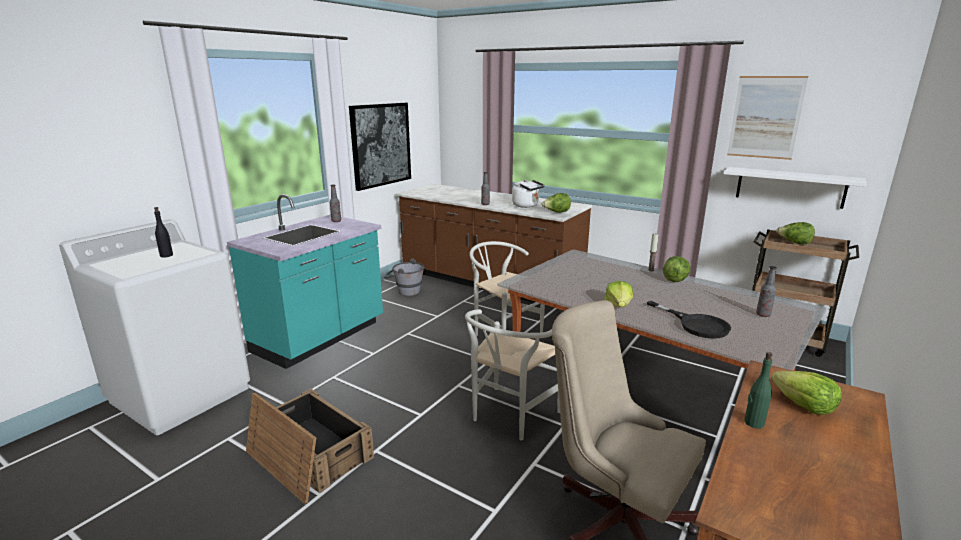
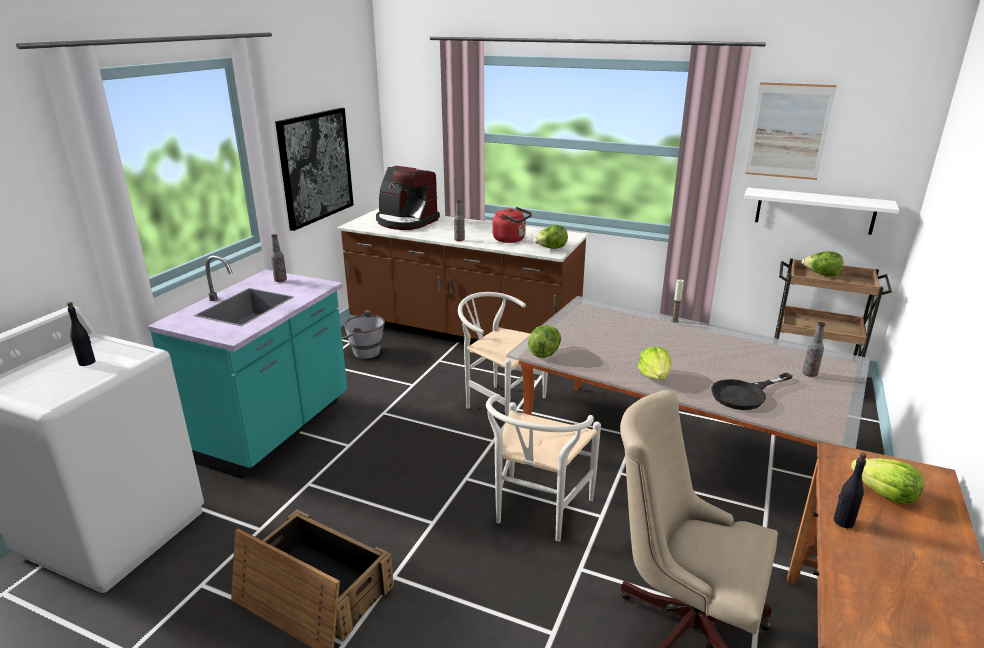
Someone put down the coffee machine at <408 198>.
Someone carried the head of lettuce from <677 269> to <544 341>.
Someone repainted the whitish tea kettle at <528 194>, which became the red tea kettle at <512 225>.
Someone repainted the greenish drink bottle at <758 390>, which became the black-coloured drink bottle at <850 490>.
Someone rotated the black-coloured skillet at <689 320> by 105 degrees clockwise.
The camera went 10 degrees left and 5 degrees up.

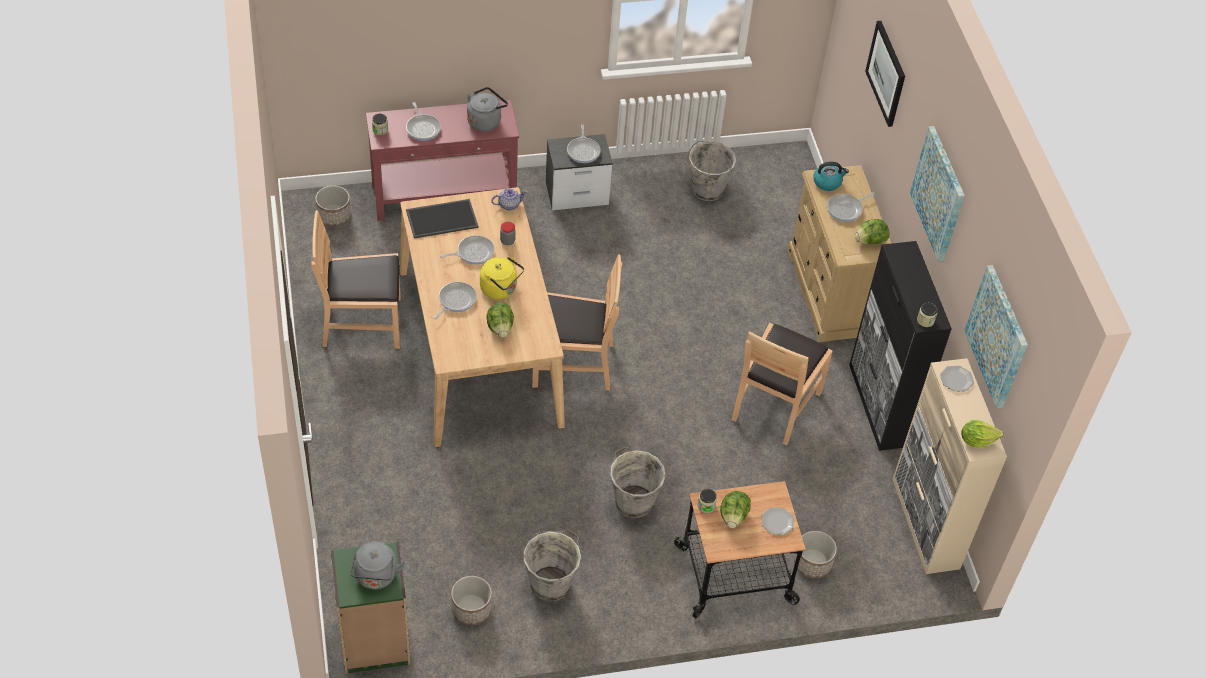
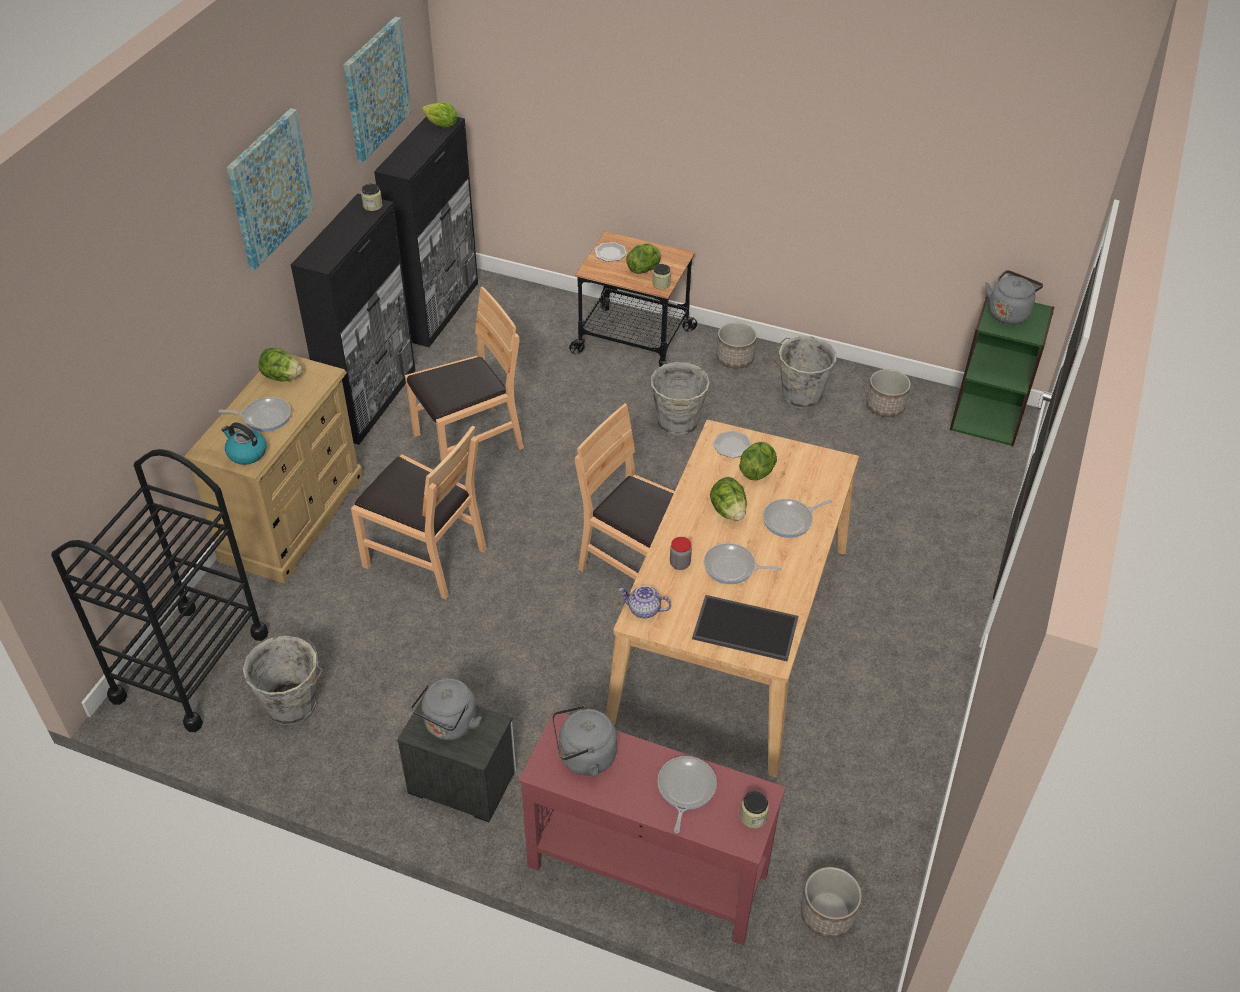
Someone took away the wall picture at <885 74>.
Someone put down the black-coloured cart at <159 590>.
Someone carried the brown plain chair from <356 279> to <419 512>.
Someone carried the flower pot from <815 555> to <736 345>.
Someone carried the flat dish from <957 379> to <732 444>.
Someone swapped the yellowish tea kettle at <502 278> for the head of lettuce at <728 499>.
Someone swapped the skillet at <584 143> for the greyish tea kettle at <446 709>.
Someone repainted the beige cupboard at <950 466>, which became the black-coloured cupboard at <426 232>.
The camera went 145 degrees left and 5 degrees down.

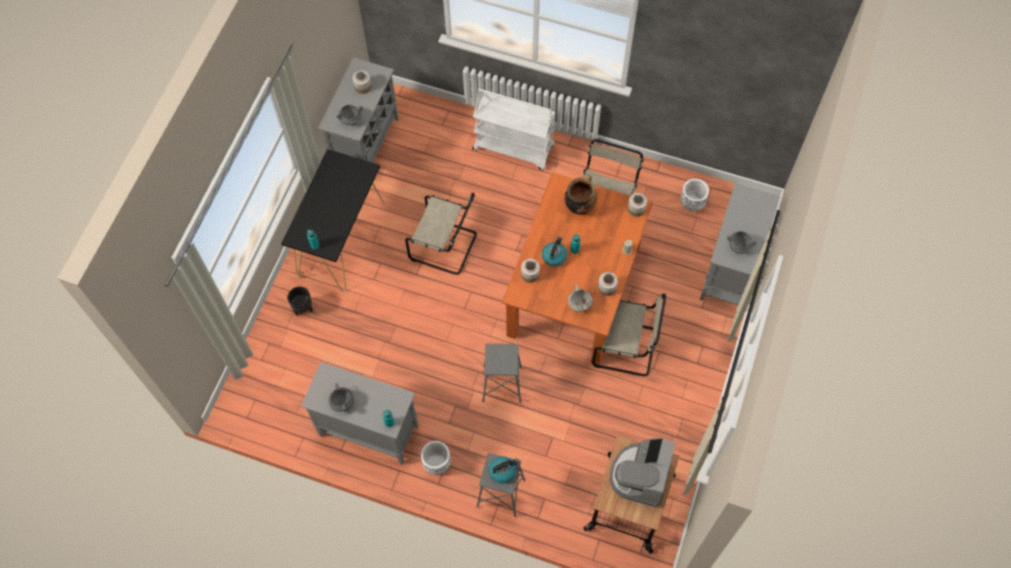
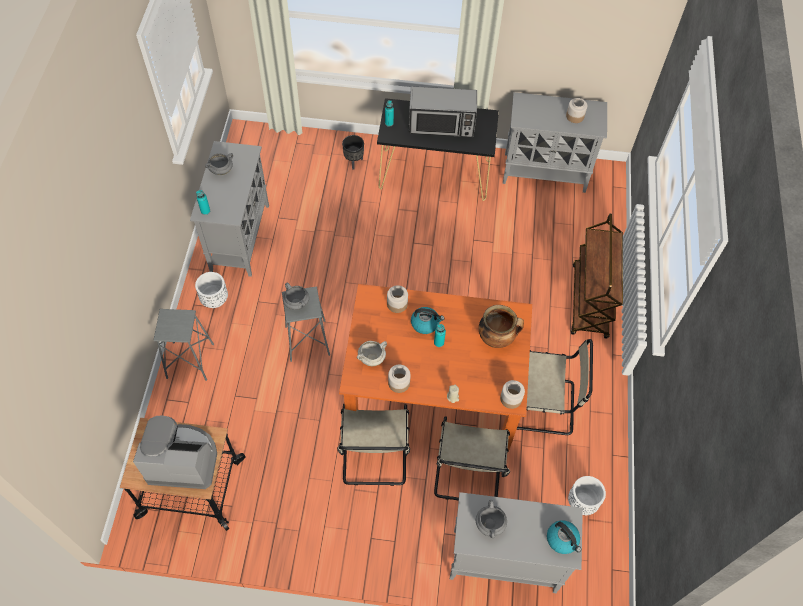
Someone put down the kitchen microwave at <443 111>.
Someone carried the greyish saucepot from <350 115> to <296 296>.
Someone carried the beige plain chair from <441 234> to <472 458>.
Someone carried the tea kettle from <504 470> to <564 537>.
Someone repainted the whitish cart at <514 129>, which became the brown cart at <597 276>.
The camera went 75 degrees right and 5 degrees down.

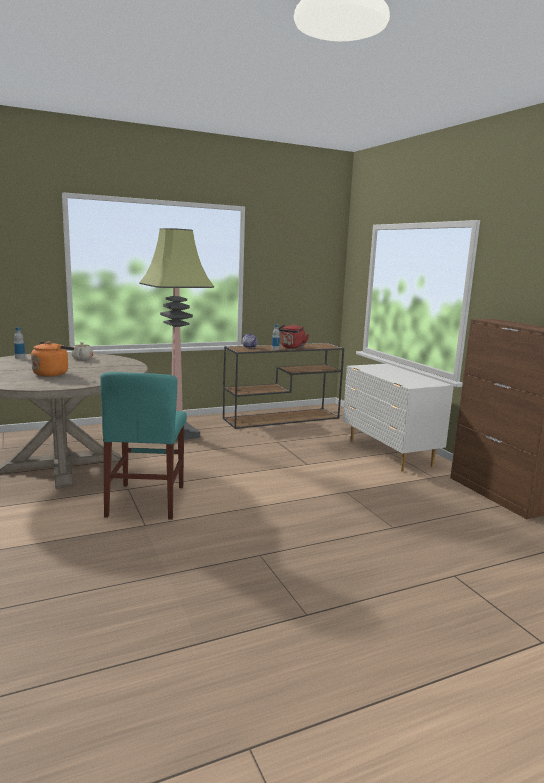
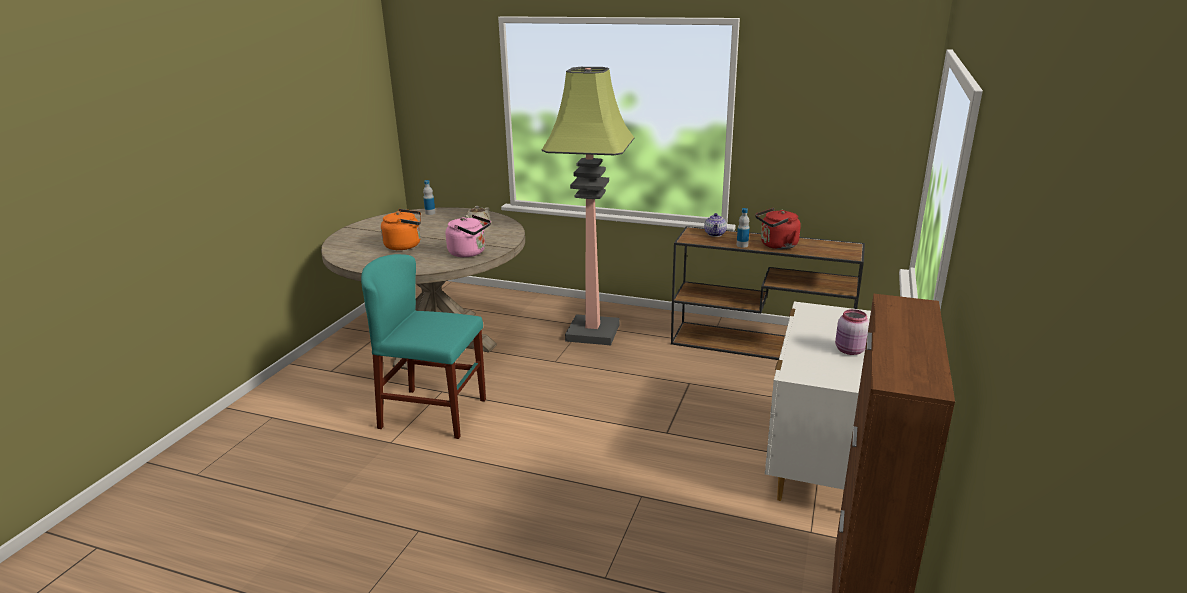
Someone put down the pink tea kettle at <468 236>.
Someone put down the pink jar at <852 332>.
Someone rotated the turquoise-coloured plain chair at <143 446> by 60 degrees clockwise.
The camera went 45 degrees right and 10 degrees up.

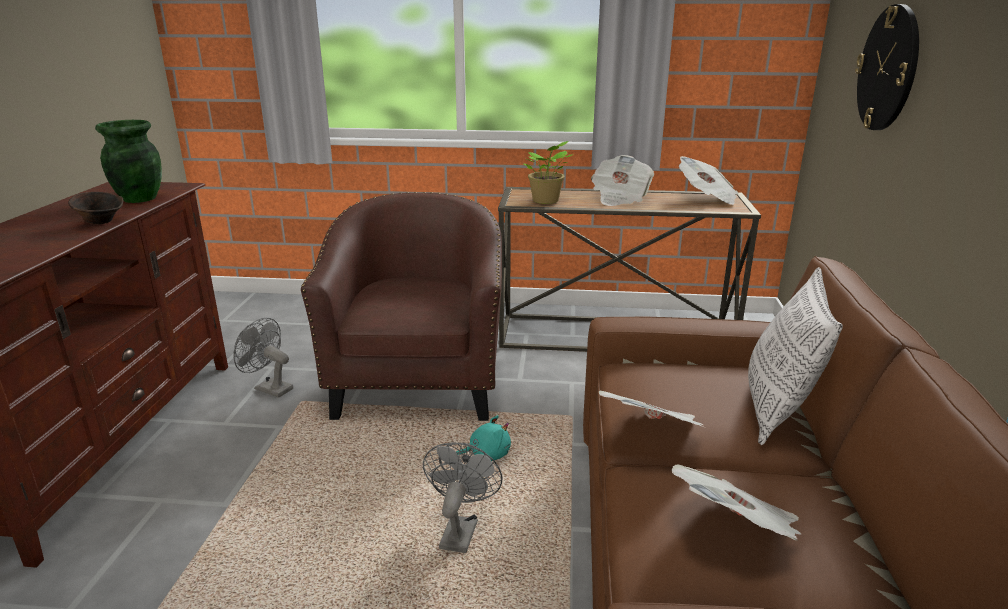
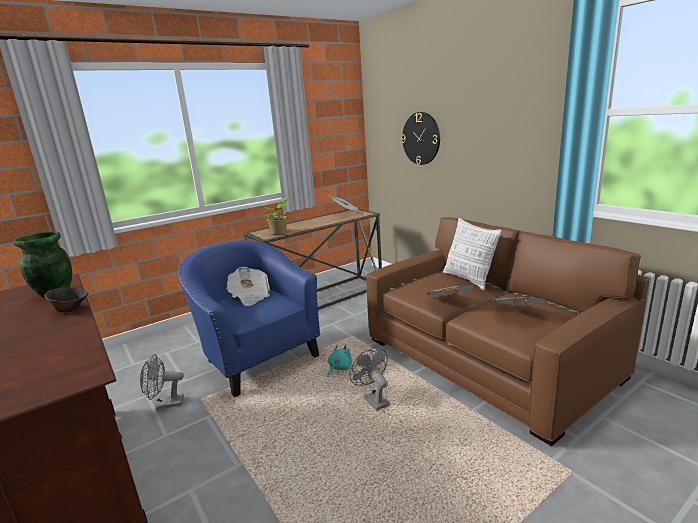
Someone carried the newspaper from <622 180> to <248 286>.
Someone repainted the brown lounge chair at <401 306>, which became the bluish lounge chair at <249 318>.
The camera went 40 degrees left and 5 degrees down.

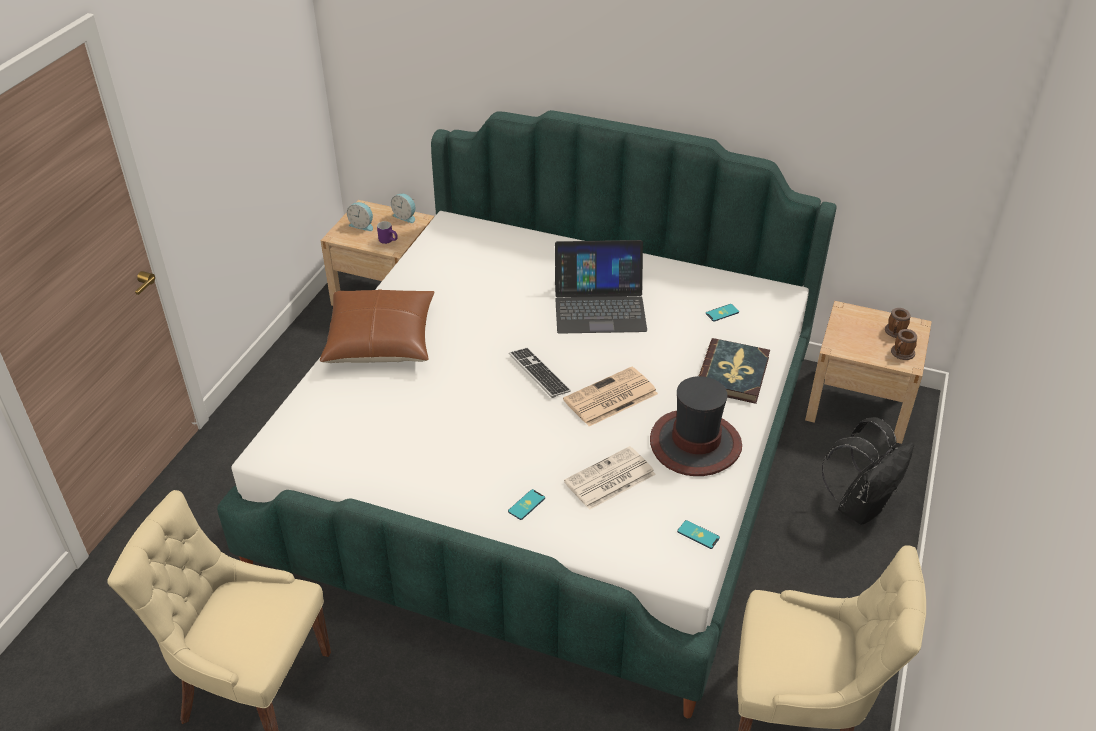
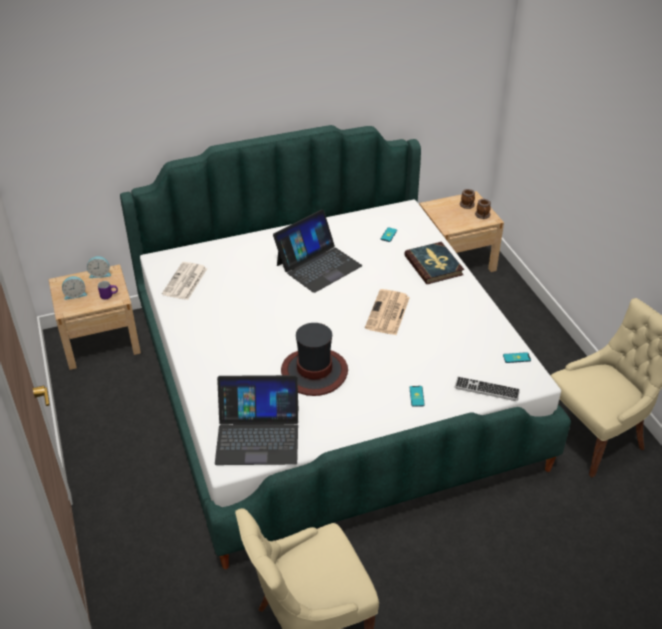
Someone took away the brown throw pillow at <377 326>.
Someone took away the black-coloured rucksack at <867 470>.
Someone put down the portable computer at <257 420>.
Someone carried the PC keyboard from <540 372> to <487 388>.
Someone carried the newspaper from <610 478> to <184 281>.
Someone carried the clothing hat from <696 426> to <314 359>.
The camera went 40 degrees left and 0 degrees up.

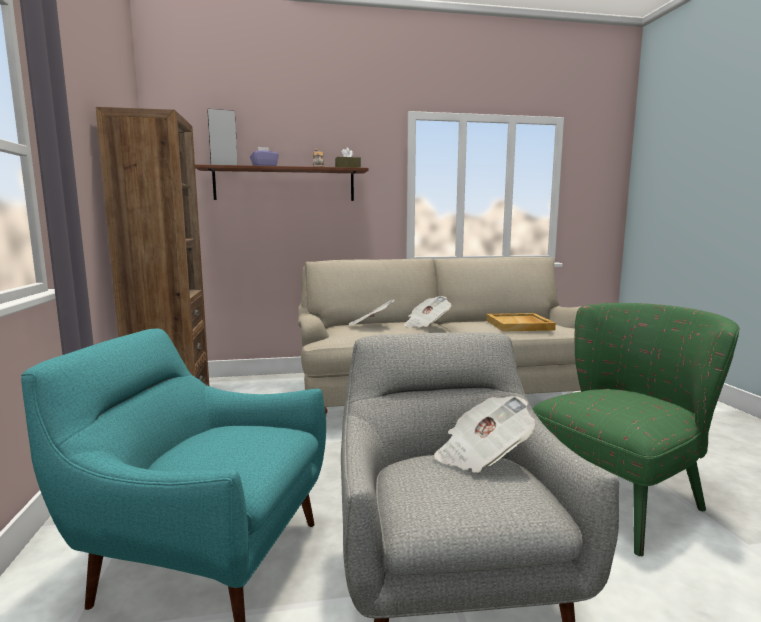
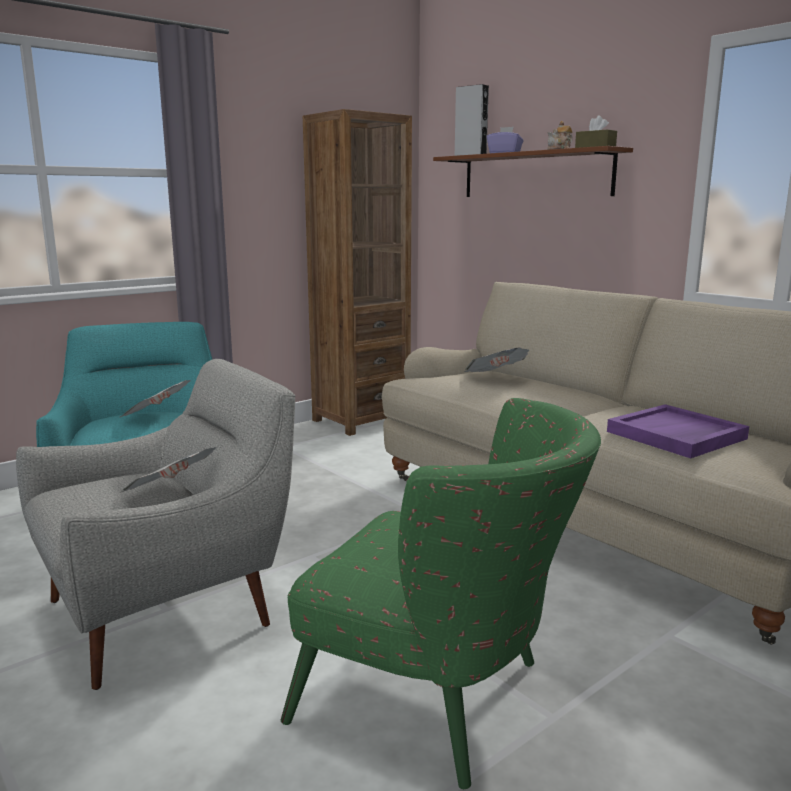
Someone carried the newspaper from <427 311> to <155 398>.
Someone repainted the beige tray at <521 322>, which became the purple tray at <678 431>.
The camera went 60 degrees right and 5 degrees up.

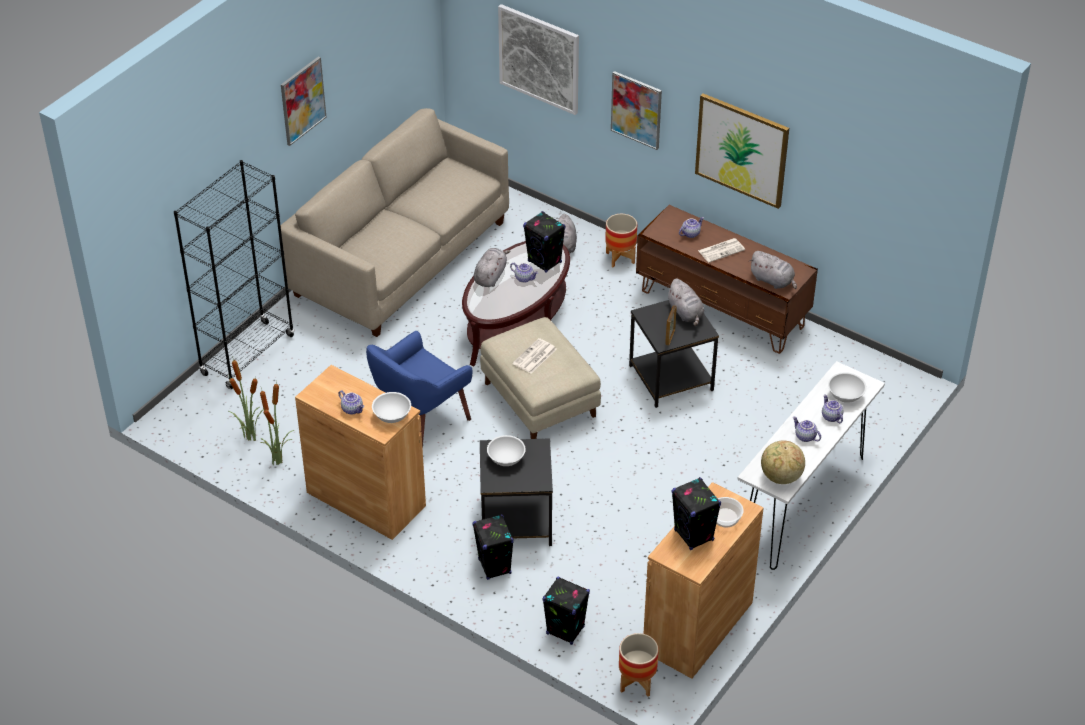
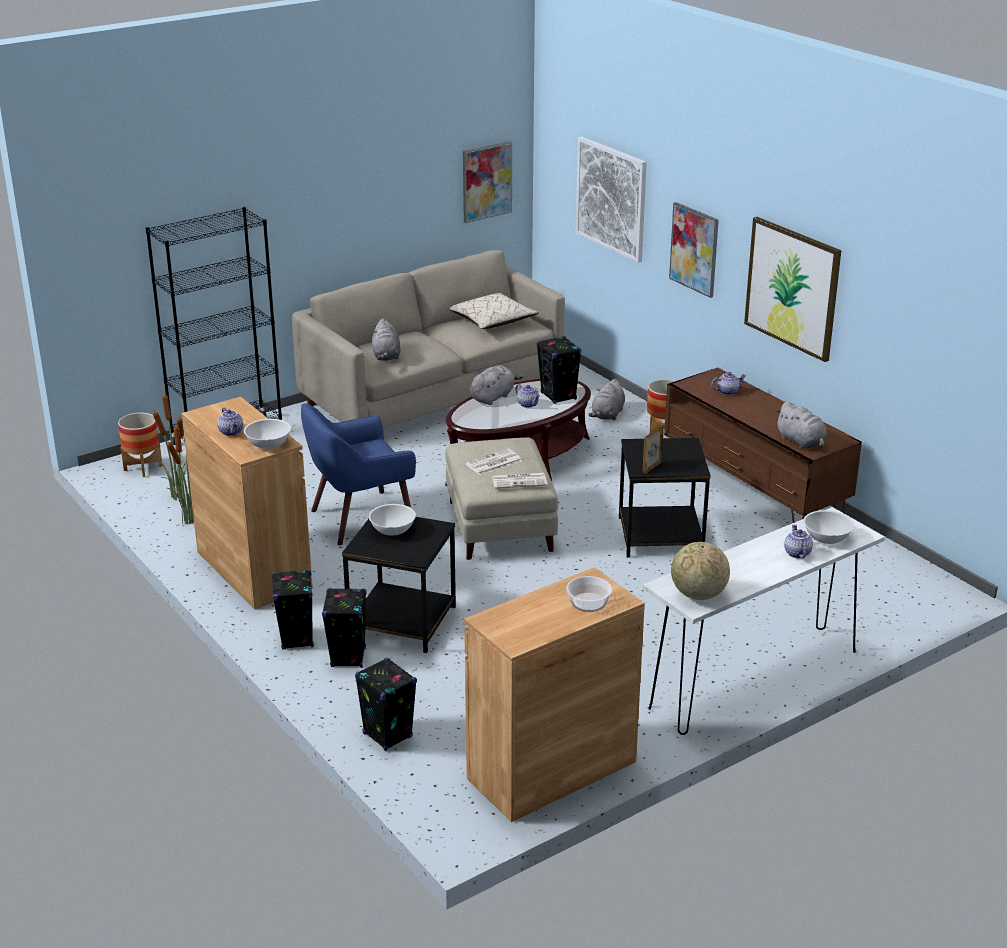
Someone took away the pot for tea at <807 429>.
Someone put down the beige throw pillow at <494 311>.
Someone carried the wall picture from <303 101> to <487 182>.
Someone carried the flower pot from <639 665> to <140 445>.
Someone carried the greyish soft toy from <685 302> to <386 339>.
Someone carried the black-coloured speaker from <696 513> to <292 609>.
Someone carried the newspaper from <721 250> to <519 481>.
The camera went 20 degrees right and 15 degrees down.

